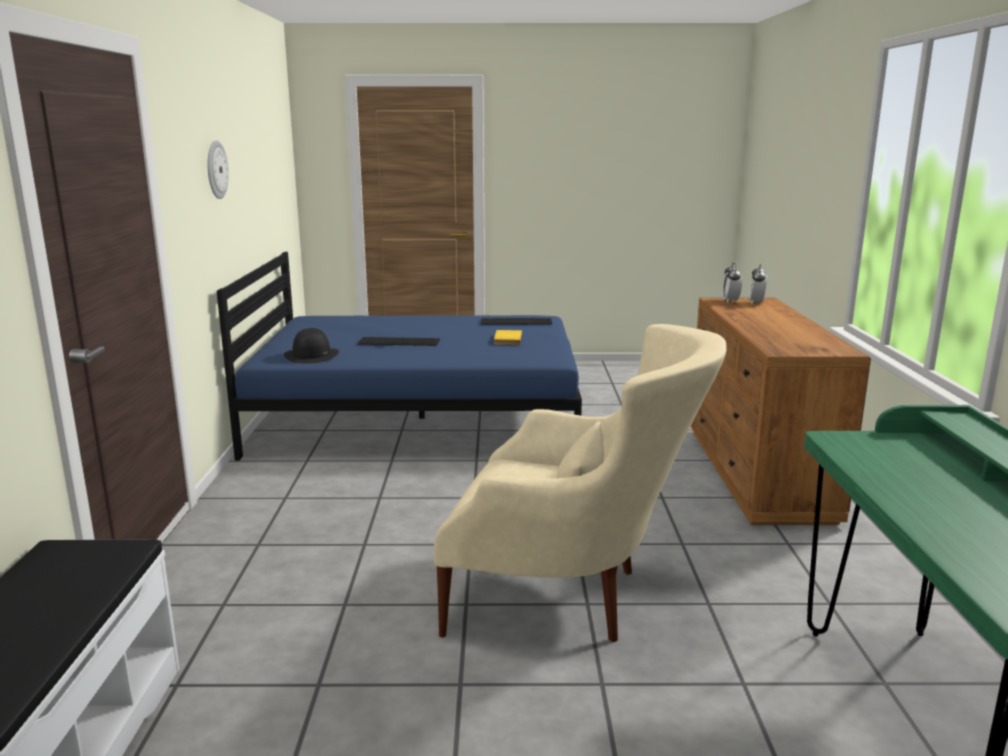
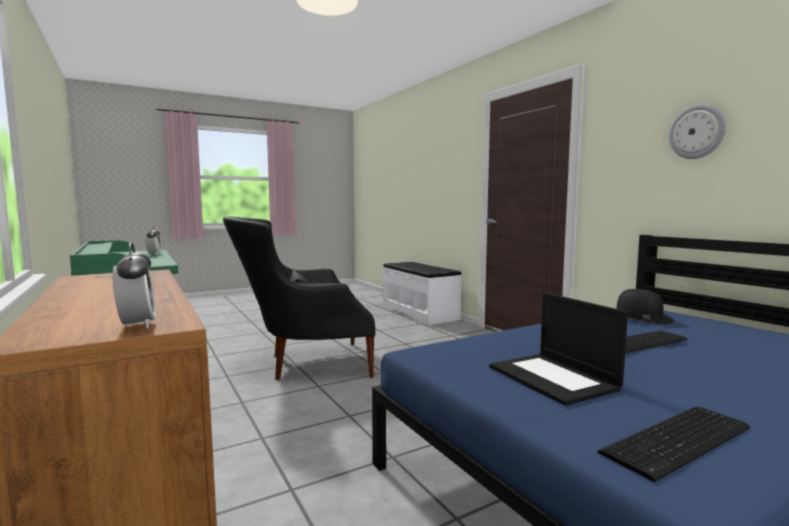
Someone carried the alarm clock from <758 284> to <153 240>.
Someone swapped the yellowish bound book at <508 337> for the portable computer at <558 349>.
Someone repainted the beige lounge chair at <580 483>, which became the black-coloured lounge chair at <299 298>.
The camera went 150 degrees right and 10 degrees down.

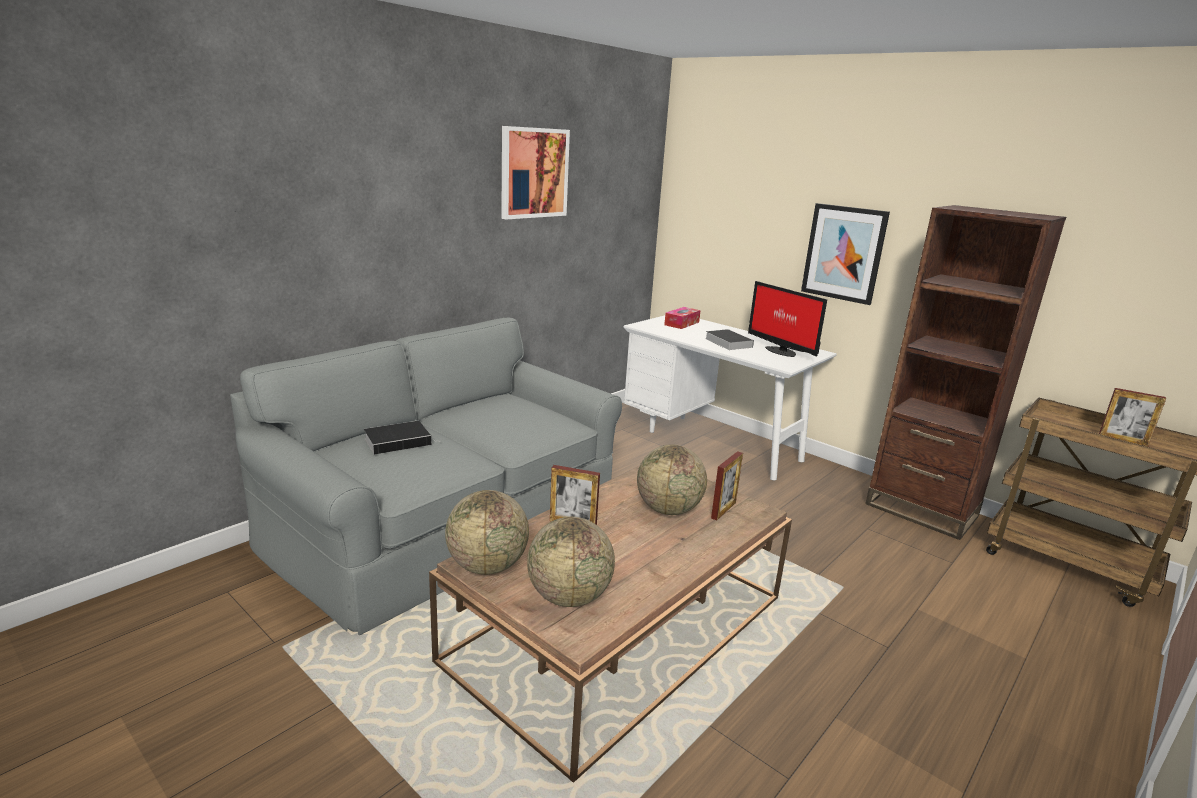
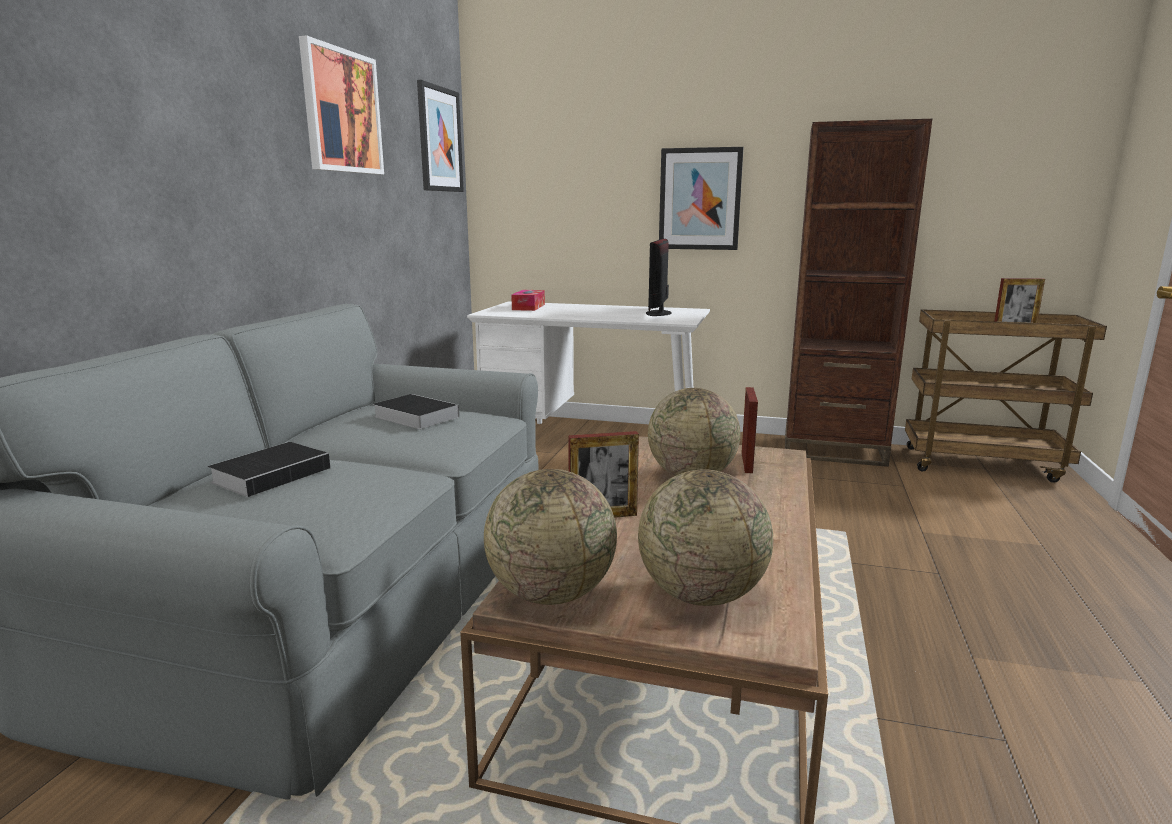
Someone put up the wall picture at <440 136>.
Someone carried the bound book from <729 339> to <416 411>.
Someone rotated the monitor at <787 319> by 75 degrees clockwise.
The camera went 25 degrees left and 5 degrees down.

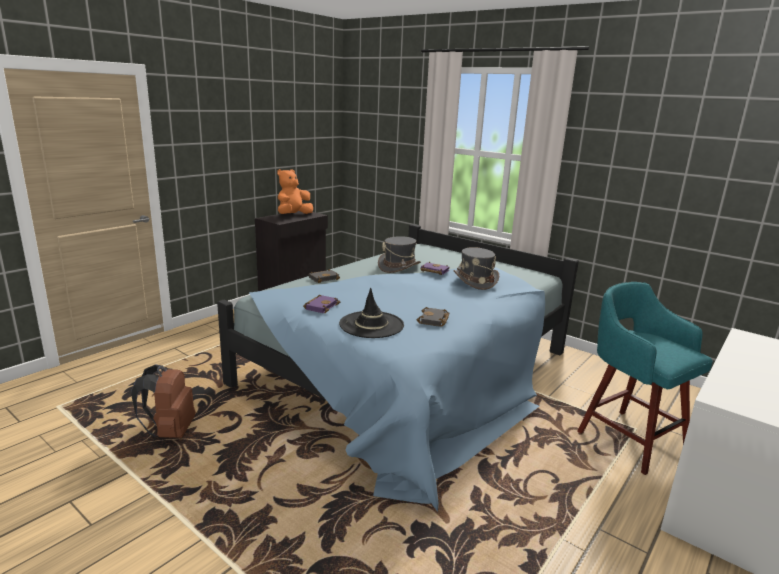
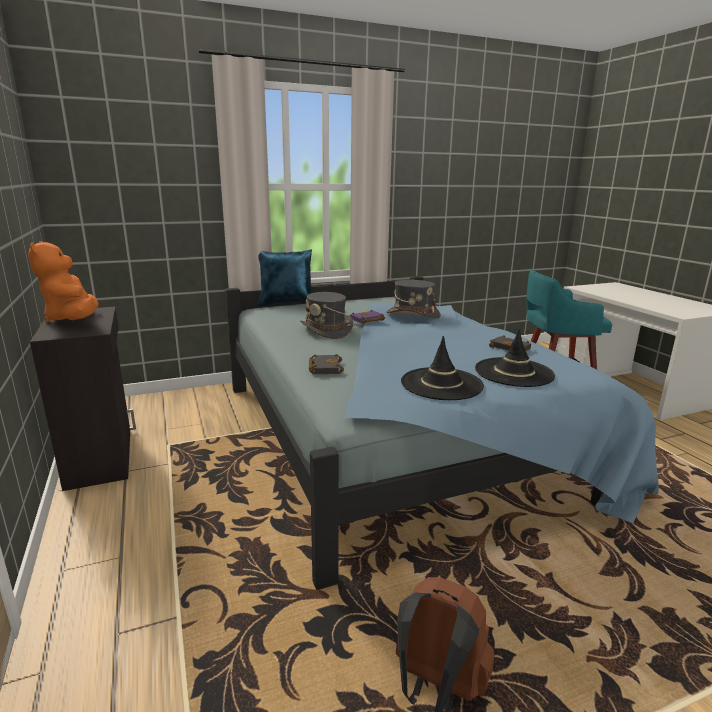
Someone put down the bluish throw pillow at <285 278>.
Someone swapped the purple bound book at <321 304> for the black-coloured clothing hat at <442 368>.
The camera went 60 degrees left and 0 degrees up.

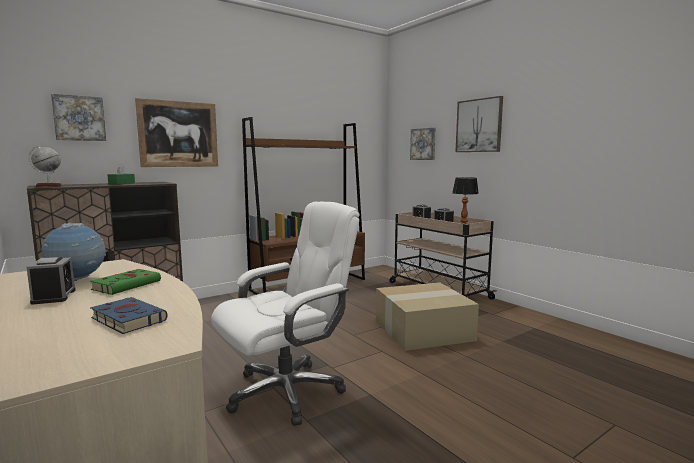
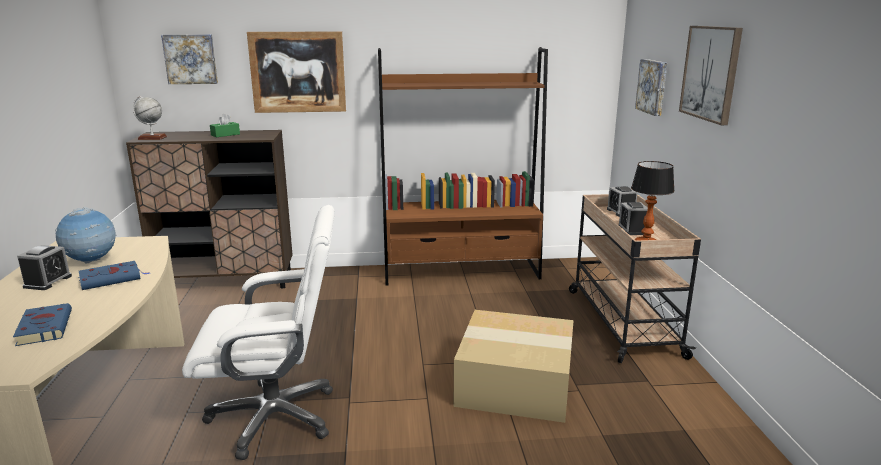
Someone repainted the greenish bound book at <126 282>, which became the bluish bound book at <115 275>.
The camera went 30 degrees right and 10 degrees up.

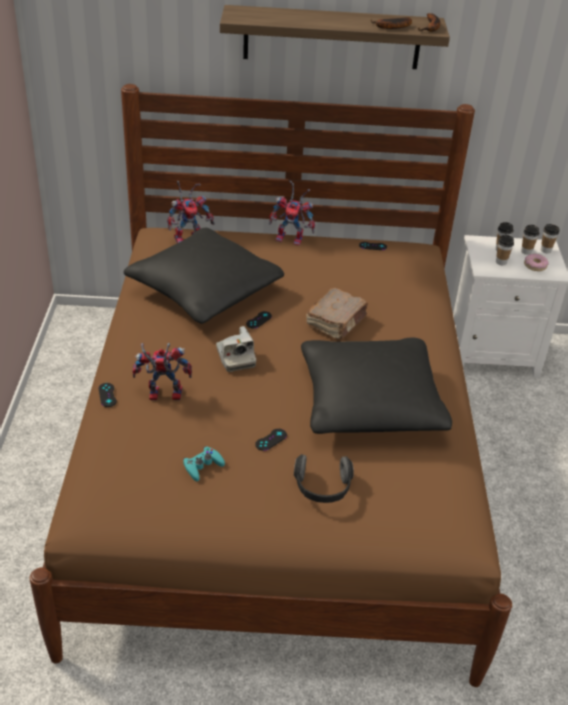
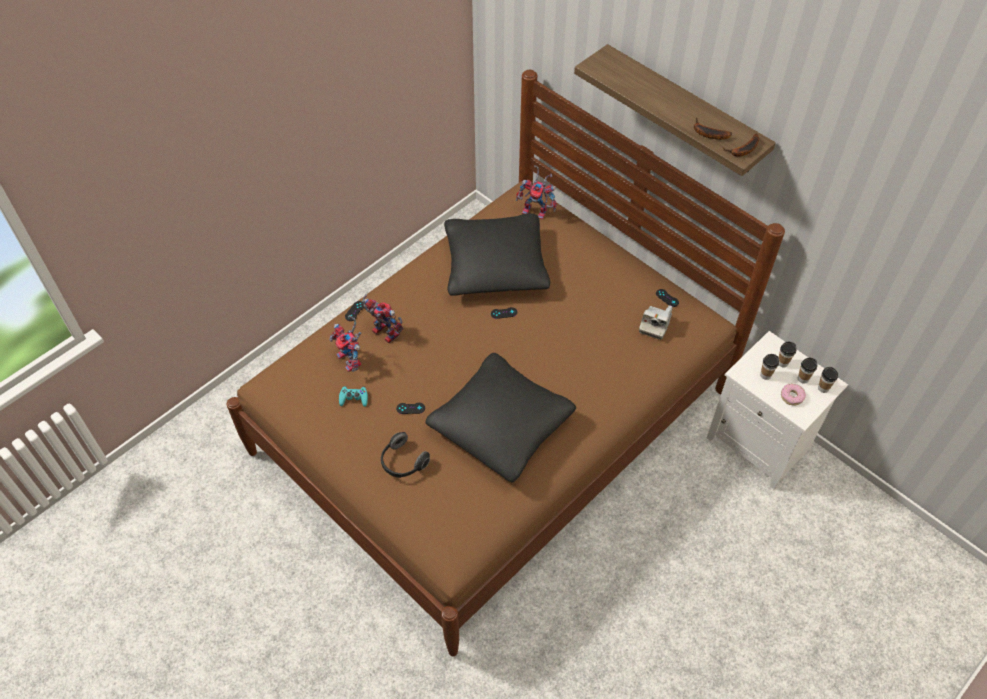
Someone took away the brown bound book at <336 313>.
Someone carried the photo camera from <236 349> to <655 322>.
Someone carried the robot figure from <292 213> to <345 343>.
The camera went 45 degrees right and 15 degrees up.

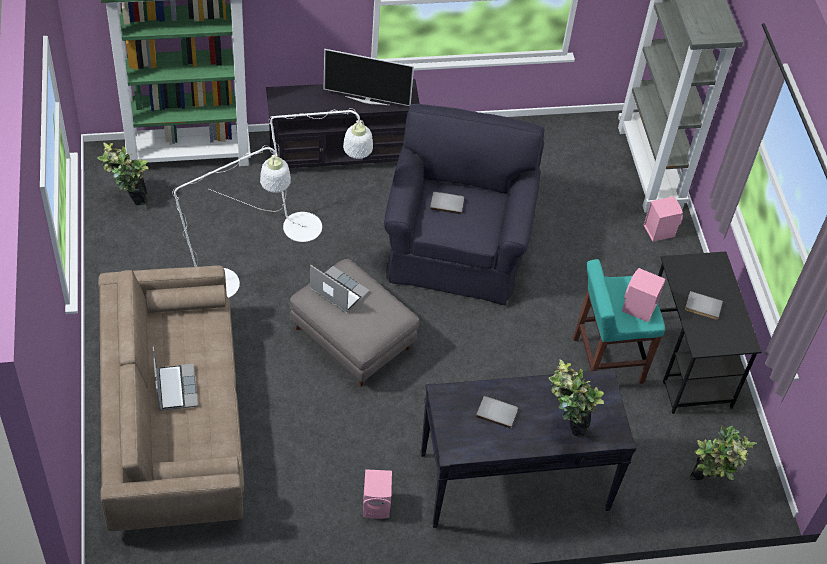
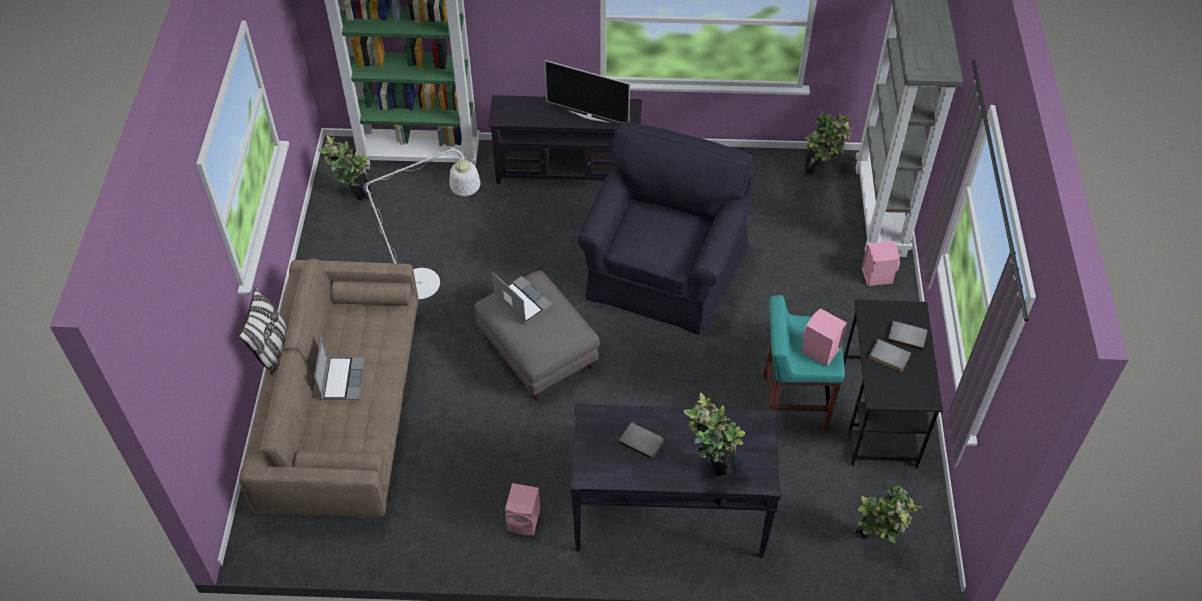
Someone took away the whitish standard lamp at <291 175>.
Someone put down the throw pillow at <263 331>.
Someone put down the plant in a pot at <828 145>.
Someone carried the greyish bound book from <447 203> to <907 335>.
The camera went 15 degrees right and 0 degrees up.

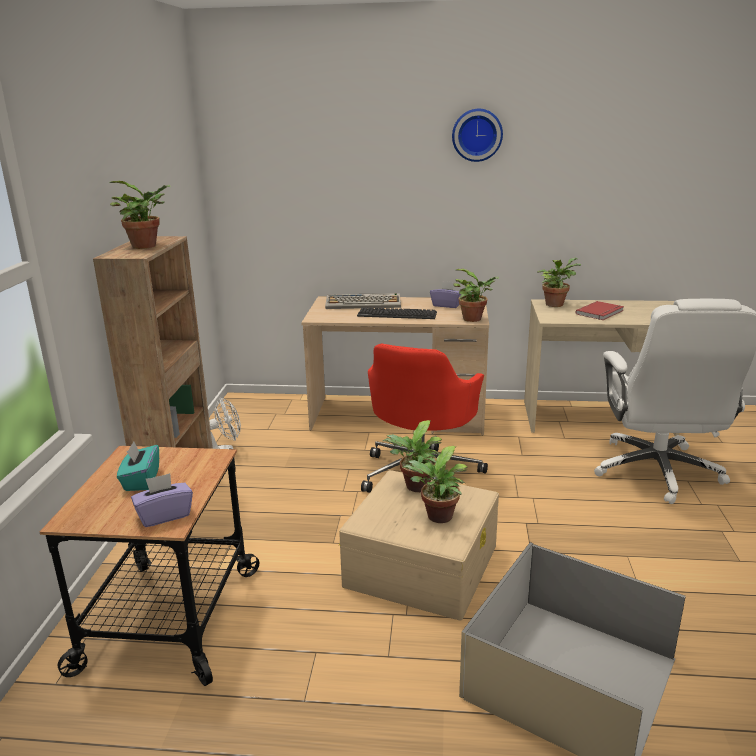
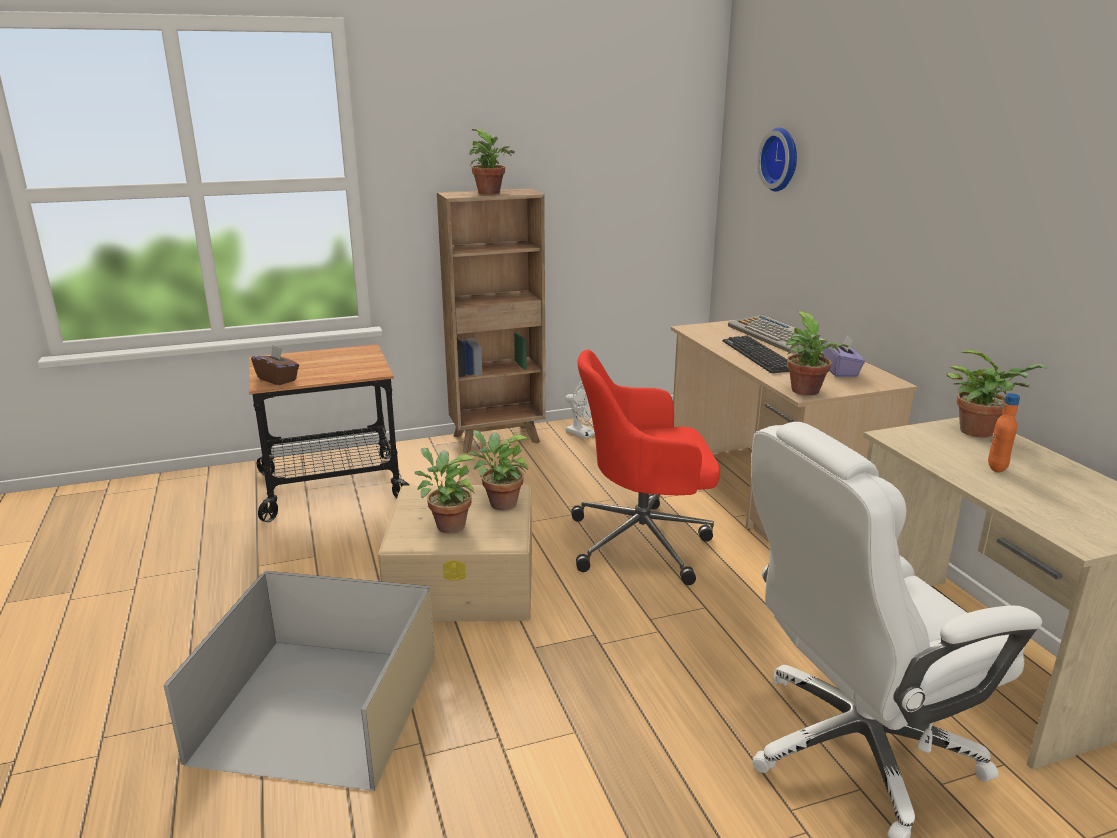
Someone took away the turquoise-coloured tissue box at <138 466>.
Someone carried the wall clock from <477 135> to <777 159>.
Someone swapped the red bound book at <599 310> for the orange-coloured drink bottle at <1004 433>.
Someone repainted the purple tissue box at <162 500>, which became the brown tissue box at <275 365>.
The camera went 65 degrees right and 0 degrees up.

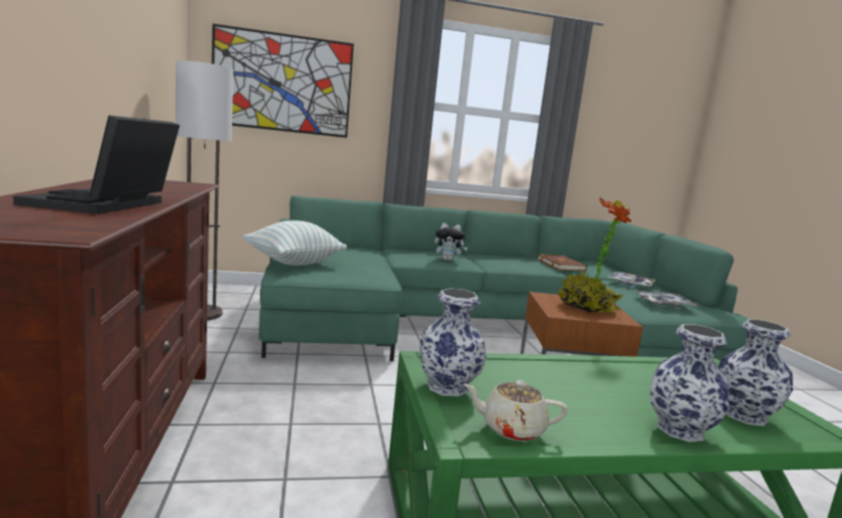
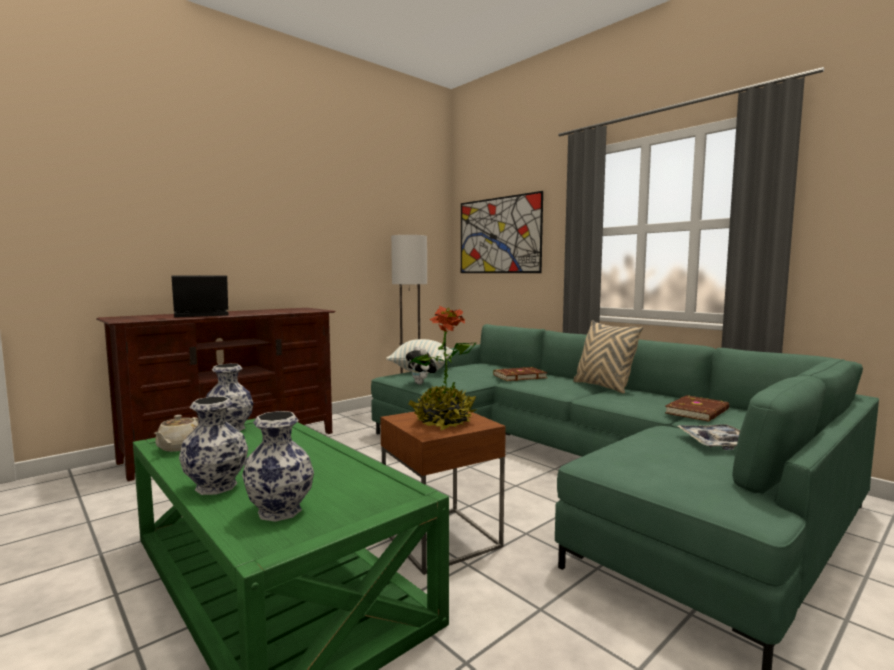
Someone took away the tray at <666 299>.
Someone put down the brown bound book at <520 374>.
Someone put down the beige throw pillow at <608 357>.
Someone carried the soft toy from <451 242> to <421 365>.
Someone rotated the beige pot for tea at <515 410> by 150 degrees counterclockwise.
The camera went 60 degrees right and 5 degrees down.

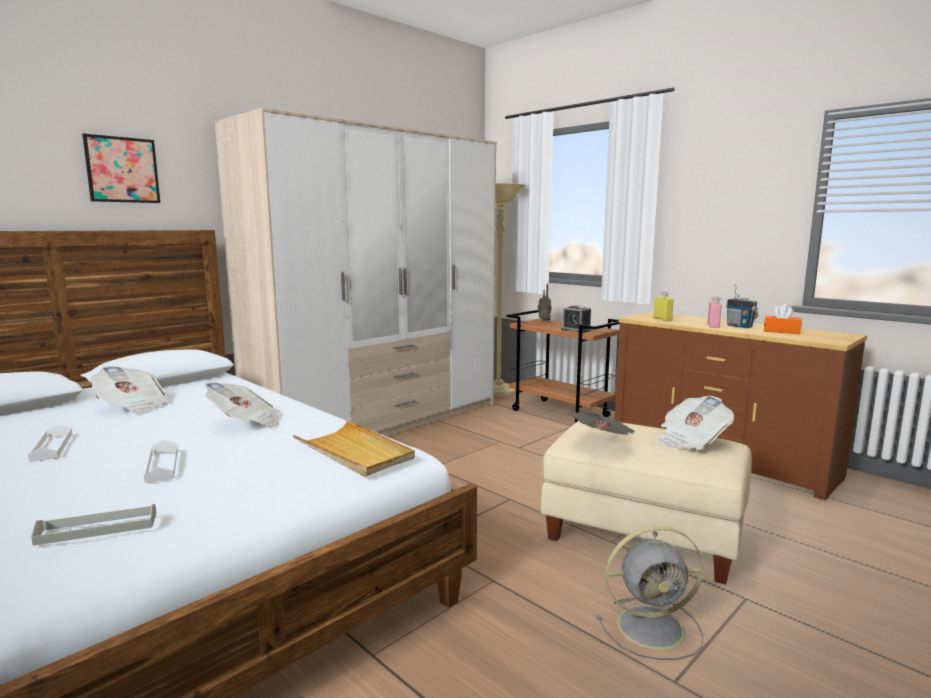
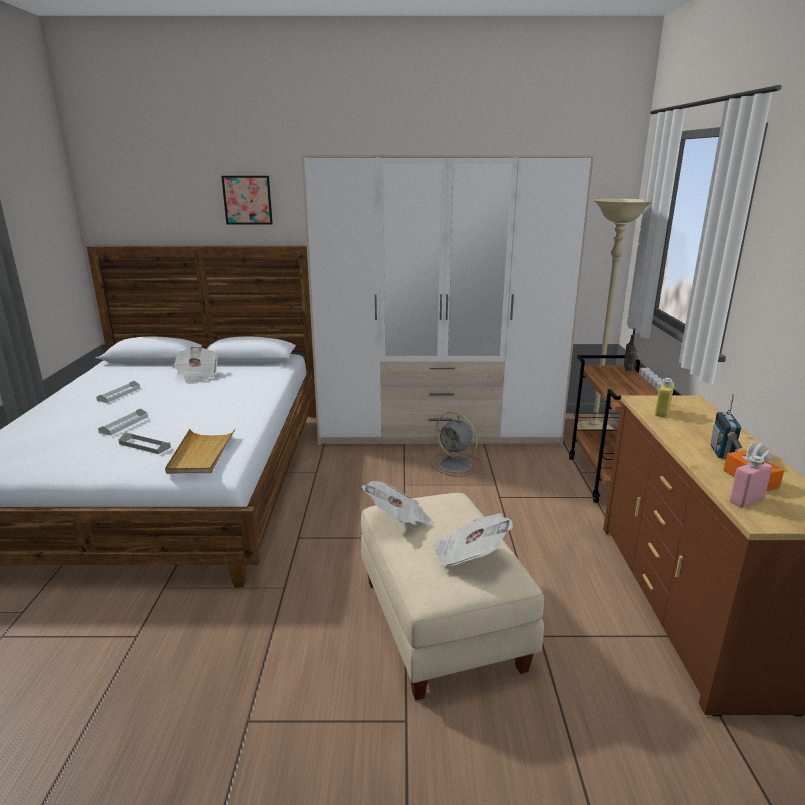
Someone took away the newspaper at <242 404>.
Someone took away the alarm clock at <576 319>.
Someone carried the greyish tray from <93 525> to <144 443>.
Someone carried the greyish cooling fan from <650 593> to <456 444>.
Someone carried the pink drink bottle from <714 312> to <750 482>.
The camera went 45 degrees right and 10 degrees up.

